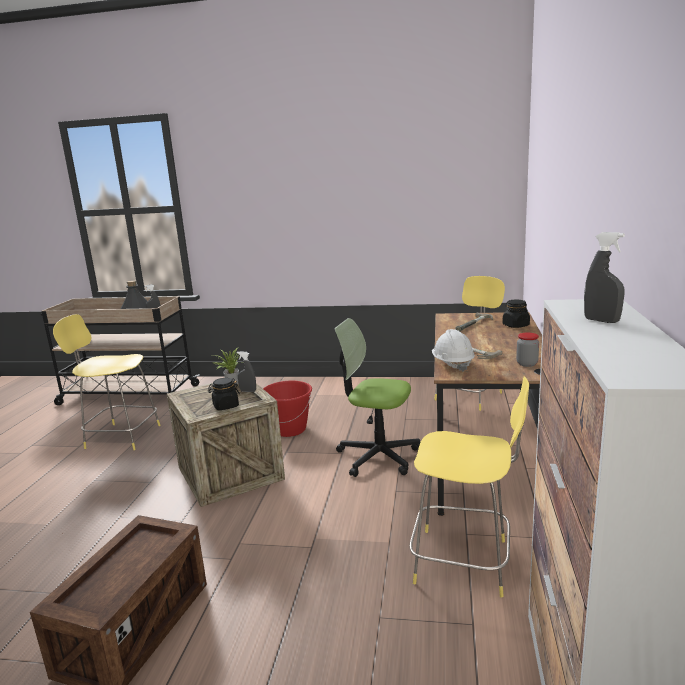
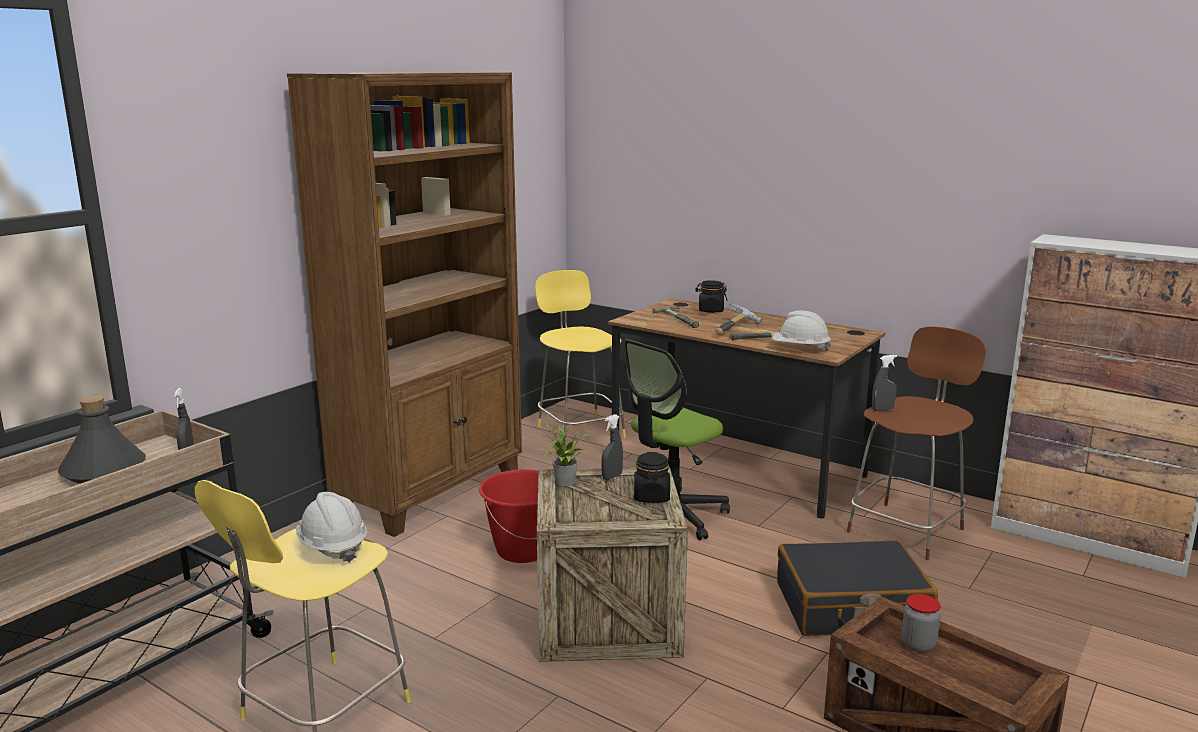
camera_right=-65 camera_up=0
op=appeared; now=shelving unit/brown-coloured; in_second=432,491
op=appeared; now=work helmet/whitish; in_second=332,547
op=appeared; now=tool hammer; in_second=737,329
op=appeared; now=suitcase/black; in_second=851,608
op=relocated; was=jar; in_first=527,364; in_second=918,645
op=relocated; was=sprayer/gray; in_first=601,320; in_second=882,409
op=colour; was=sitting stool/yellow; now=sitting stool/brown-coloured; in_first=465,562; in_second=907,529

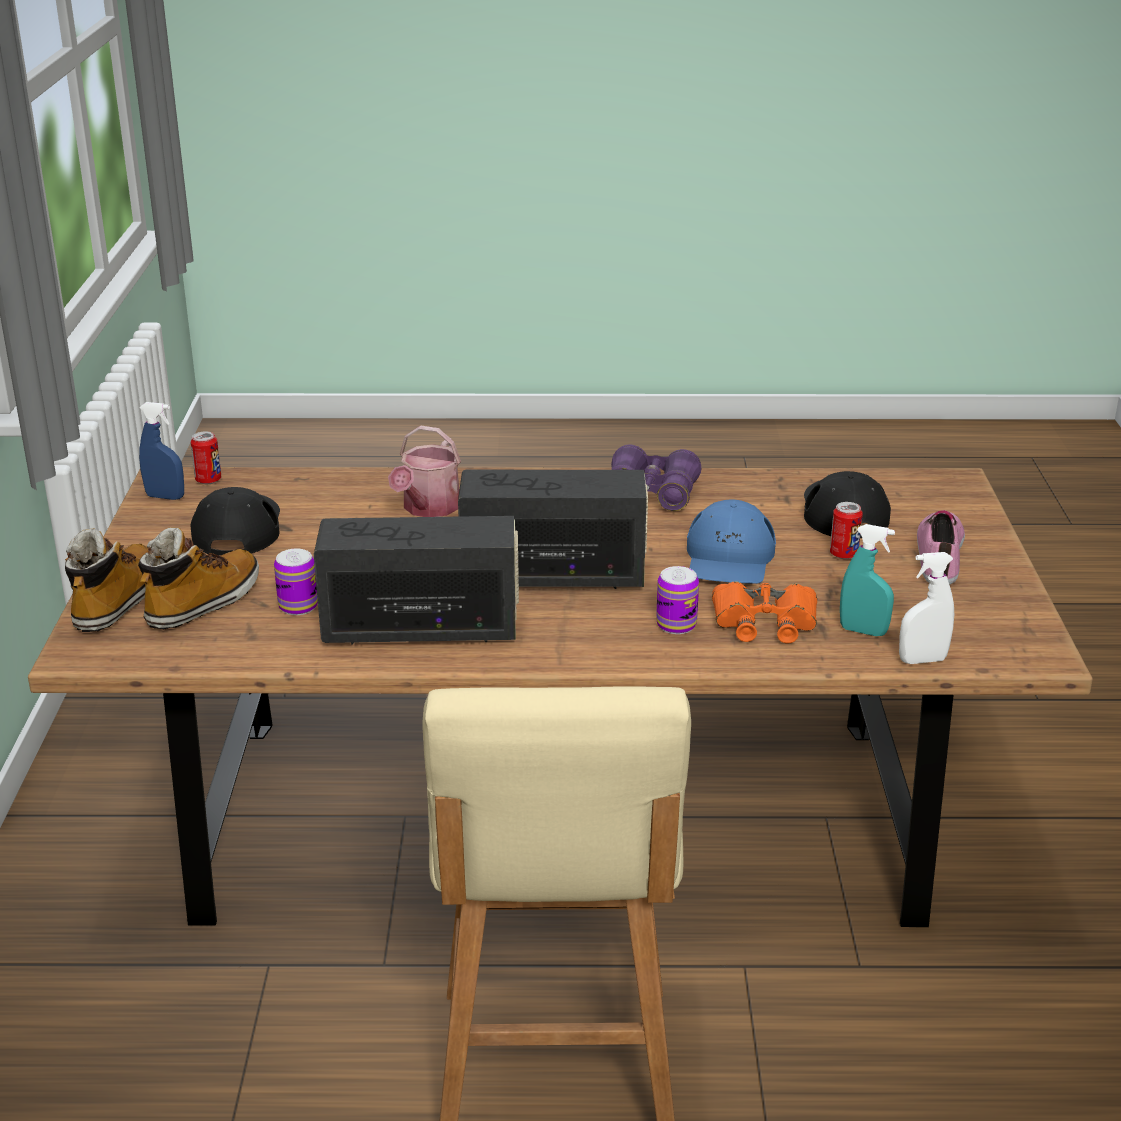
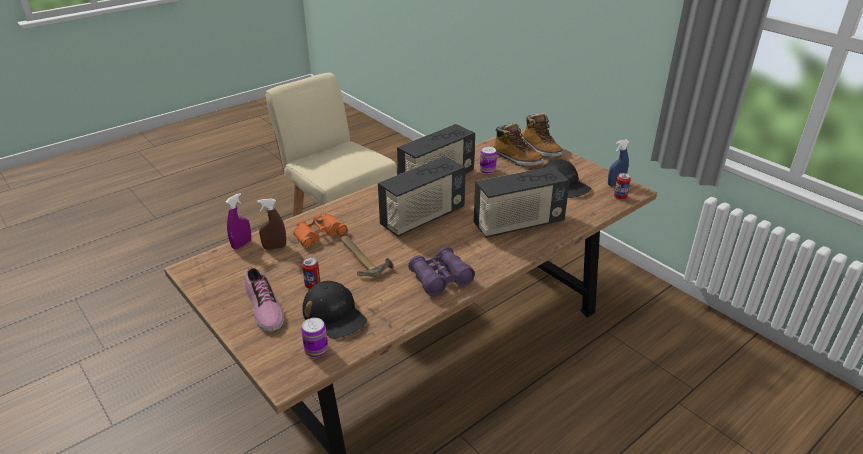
camera_right=140 camera_up=5
op=relocated; was=metal can; in_first=676,625; in_second=316,350
op=exchanged; was=watering pot; now=radio; in_first=428,508; in_second=518,224
op=exchanged; was=peaked cap/blue; now=tool hammer; in_first=729,558; in_second=363,258
op=colour; was=sprayer/blue-green; now=sprayer/brown-coloured; in_first=863,631; in_second=275,247
op=colour; was=sprayer/whitish; now=sprayer/purplish; in_first=922,660; in_second=242,244
op=spun; was=tall boot; in_first=203,603; in_second=516,159; clockwise=-45

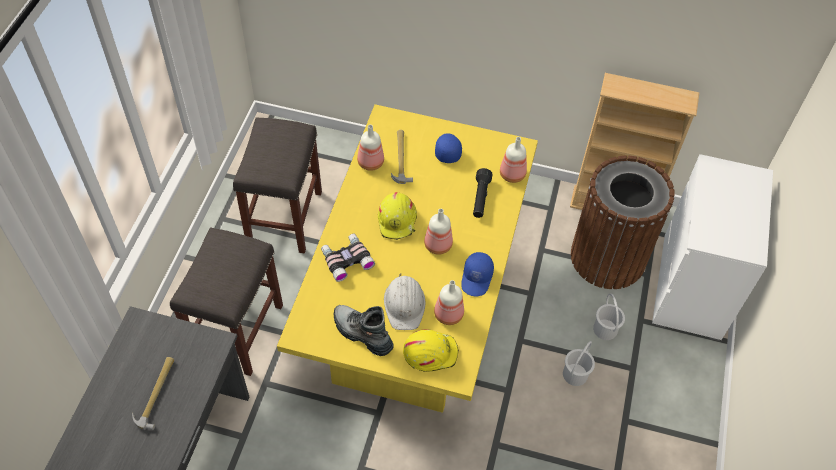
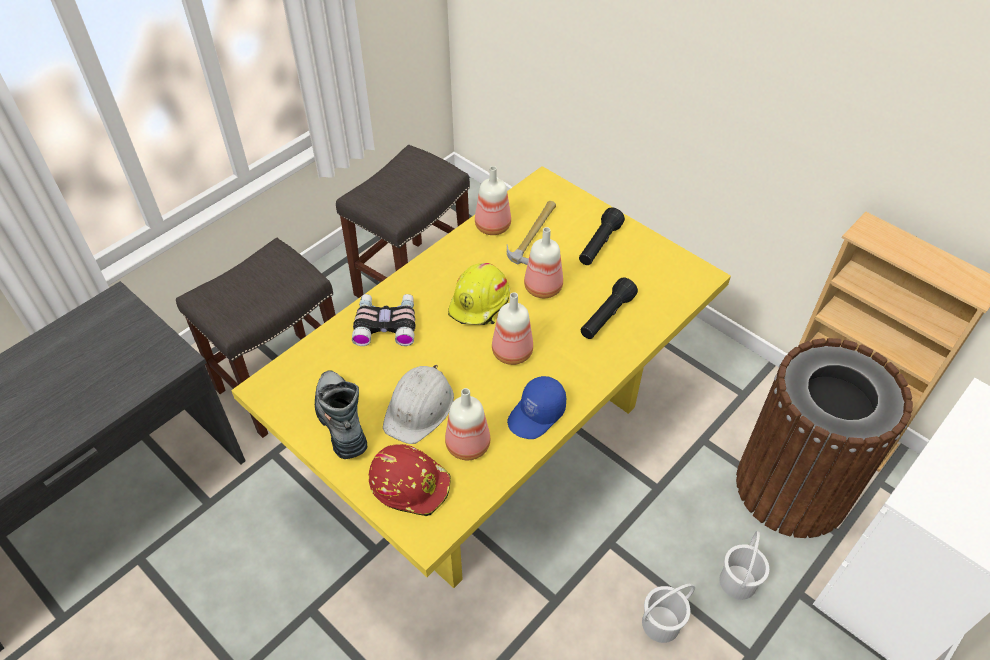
camera_right=30 camera_up=-5
op=missing; was=tool hammer; in_first=156,394
op=relocated; was=bottle; in_first=513,174; in_second=544,288
op=exchanged; was=peaked cap/blue; now=flashlight/black; in_first=447,150; in_second=599,245
op=colour; was=work helmet/yellow; now=work helmet/red; in_first=430,352; in_second=410,483

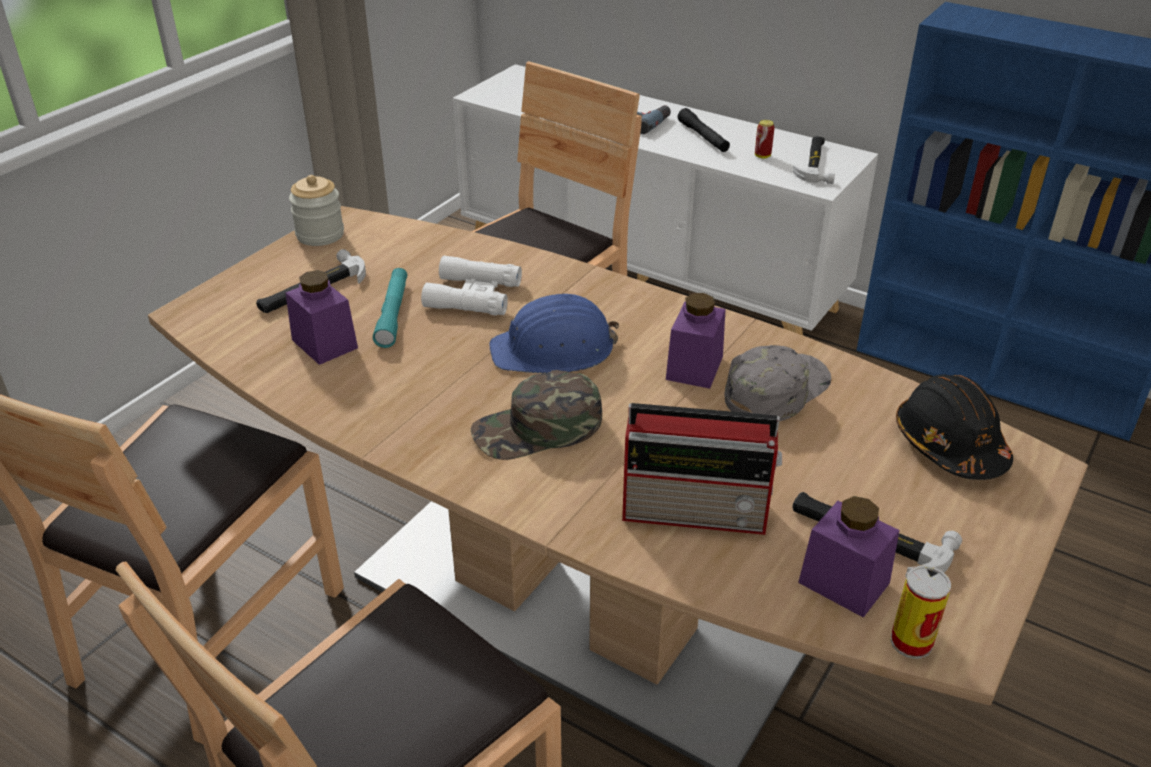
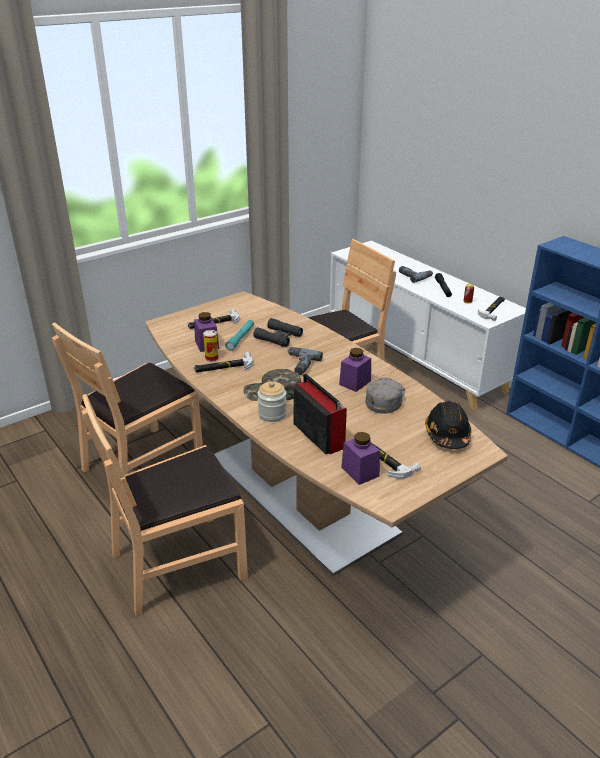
camera_right=20 camera_up=-5
op=appeared; now=tool hammer; in_second=224,367
op=relocated; was=jar; in_first=320,235; in_second=272,414
op=relocated; was=metal can; in_first=911,642; in_second=211,358
op=exchanged; was=work helmet/blue; now=power drill; in_first=554,349; in_second=299,364
op=colour; was=field glasses/whitish; now=field glasses/black; in_first=473,295; in_second=278,337
op=spun; was=radio; in_first=698,512; in_second=318,434; clockwise=-150
op=spun; was=peaked cap/gray; in_first=775,389; in_second=385,398; clockwise=-45

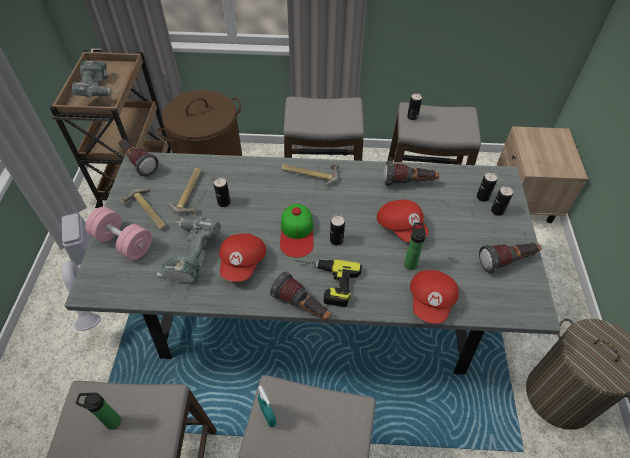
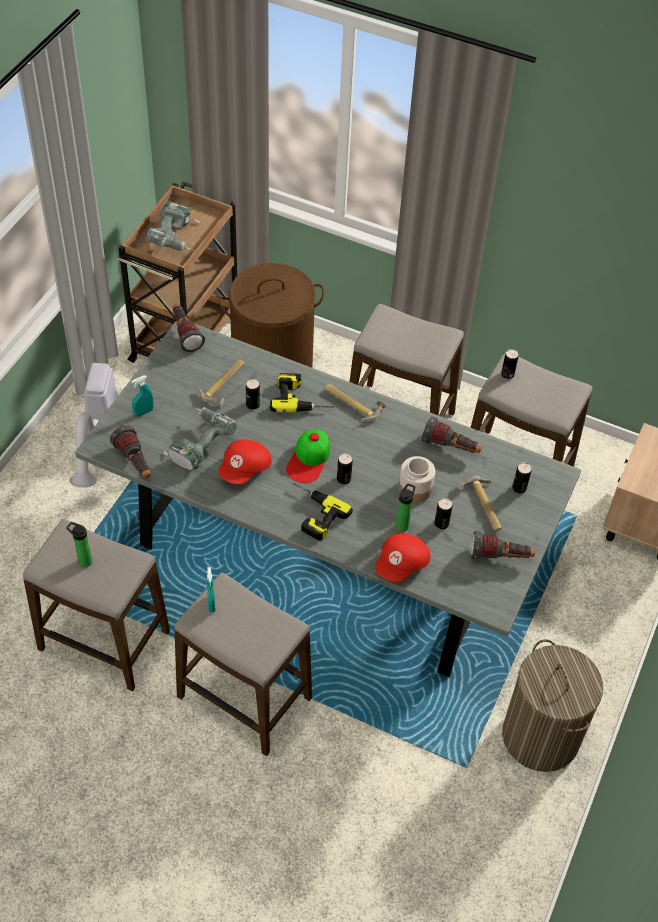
camera_right=20 camera_up=0
op=appeared; now=power drill; in_second=302,398
op=relocated; was=tool hammer; in_first=146,213; in_second=482,506
op=relocated; was=flashlight; in_first=302,307; in_second=135,463
op=relocated; was=metal can; in_first=497,211; in_second=441,523
op=exchanged; was=dumbbell/pinkish; now=sprayer/blue-green; in_first=123,242; in_second=144,412
op=exchanged; was=peaked cap/red; now=jar; in_first=401,227; in_second=415,488

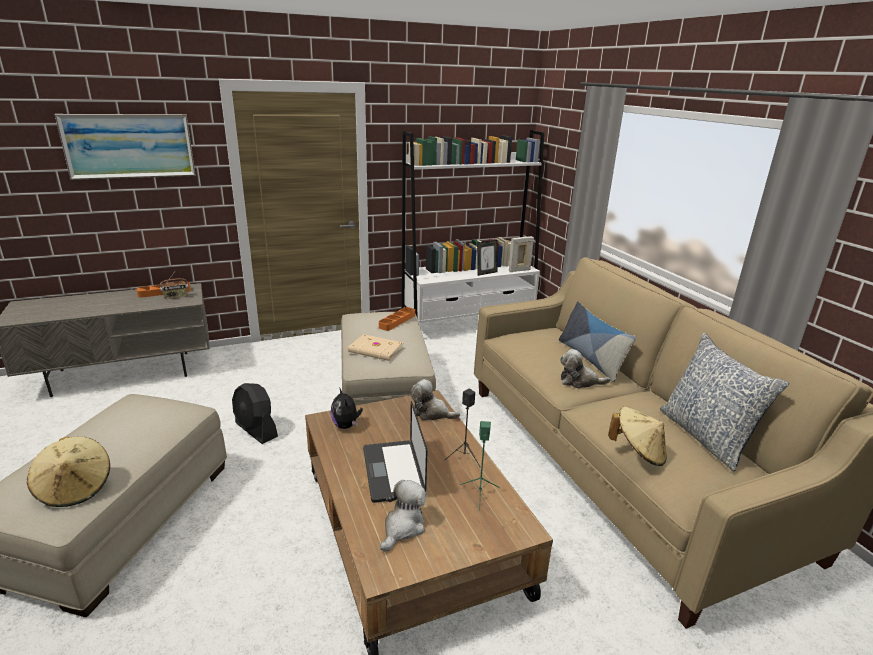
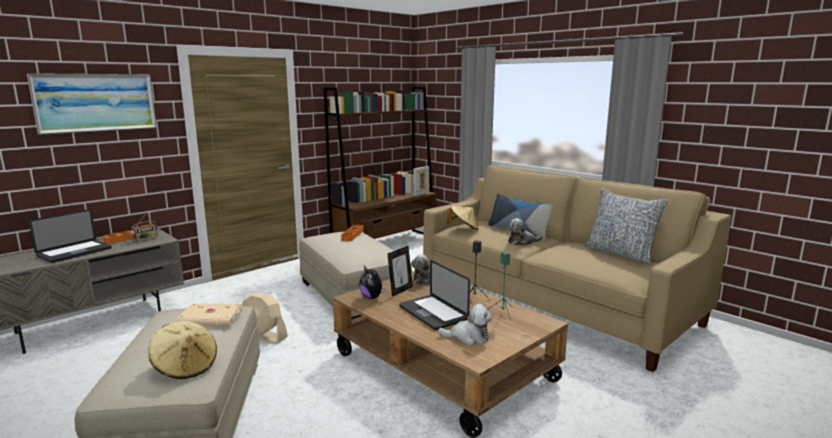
camera_right=-20 camera_up=-10
op=appeared; now=notebook computer; in_second=74,252
op=relocated; was=volume/beige; in_first=375,350; in_second=210,318
op=relocated; was=standing frame; in_first=486,273; in_second=400,290
op=relocated; was=wearable hat/beige; in_first=638,452; in_second=463,229
op=colour; was=electric fan/black; now=electric fan/beige; in_first=256,430; in_second=263,336
op=colour; was=shelving unit/whitish; now=shelving unit/brown-coloured; in_first=469,323; in_second=386,244
op=spun; was=soft toy; in_first=402,527; in_second=468,337; clockwise=90

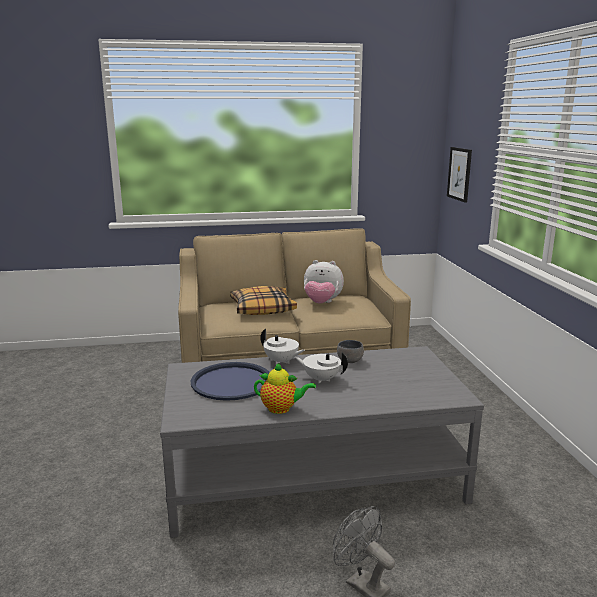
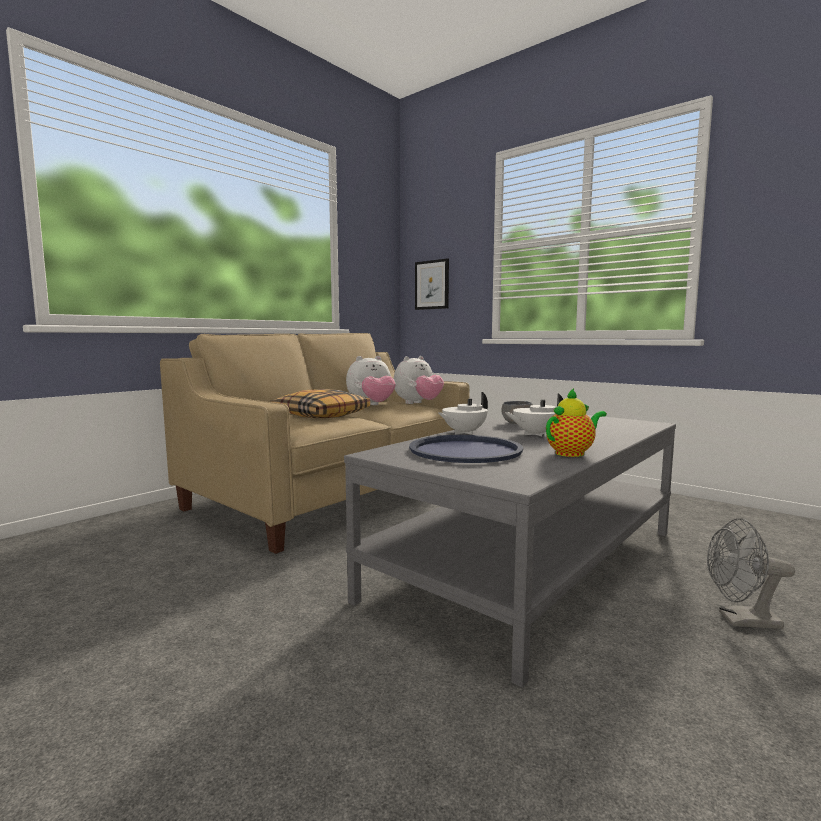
camera_right=-40 camera_up=-10
op=appeared; now=soft toy; in_second=418,404
op=spun; was=tea pot/whitish; in_first=281,361; in_second=463,433; clockwise=150

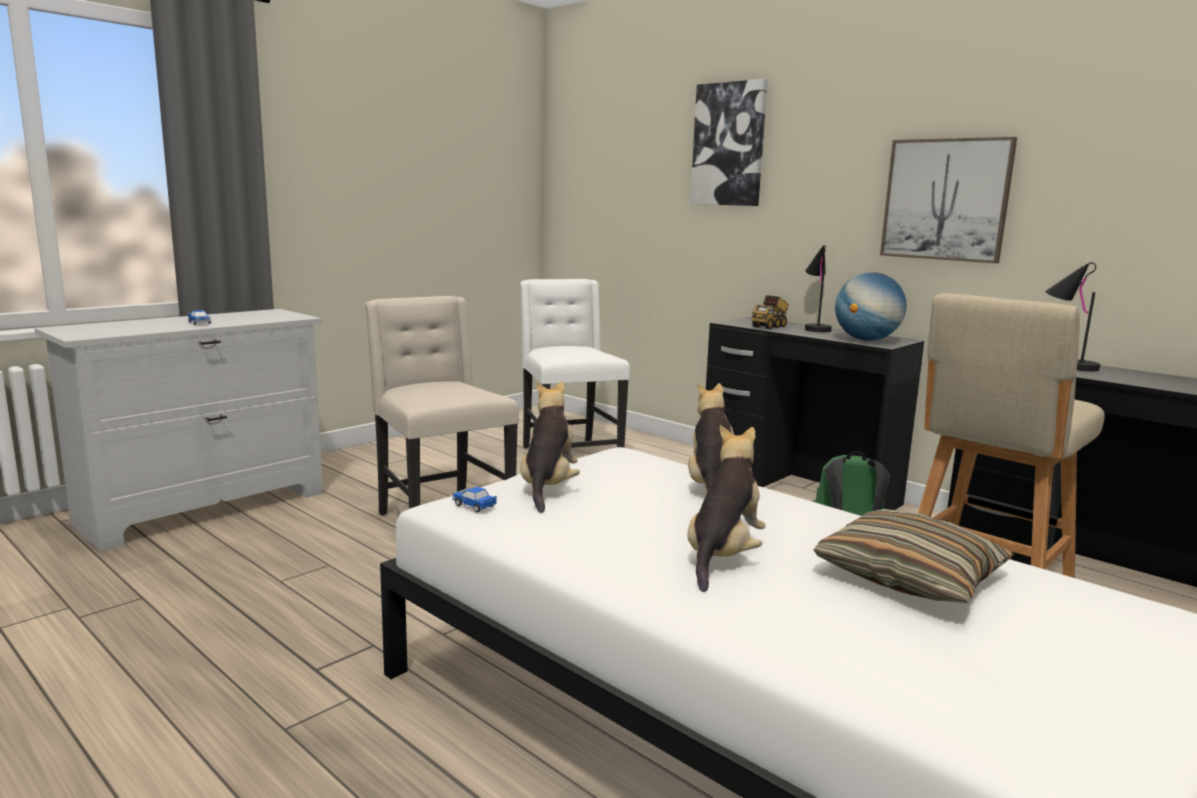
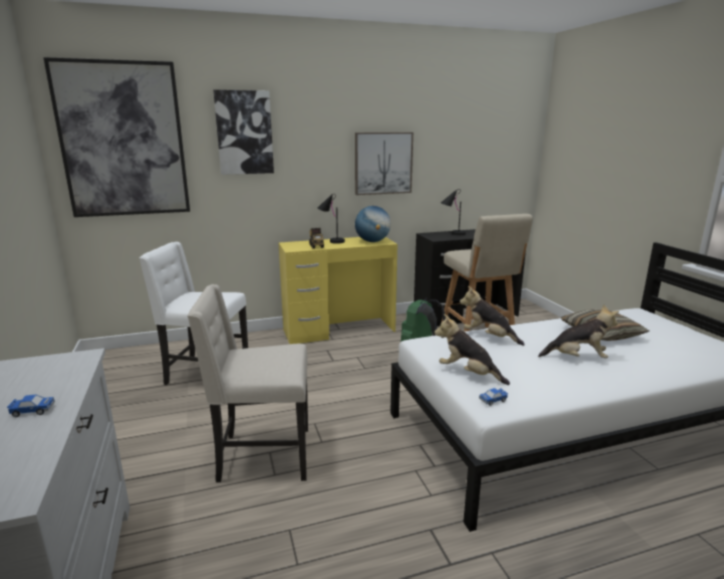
camera_right=-60 camera_up=5
op=appeared; now=wall picture; in_second=123,140
op=colour; was=desk/black; now=desk/yellow; in_first=798,488; in_second=339,330
op=spun; was=soft toy; in_first=723,555; in_second=577,358; clockwise=135

